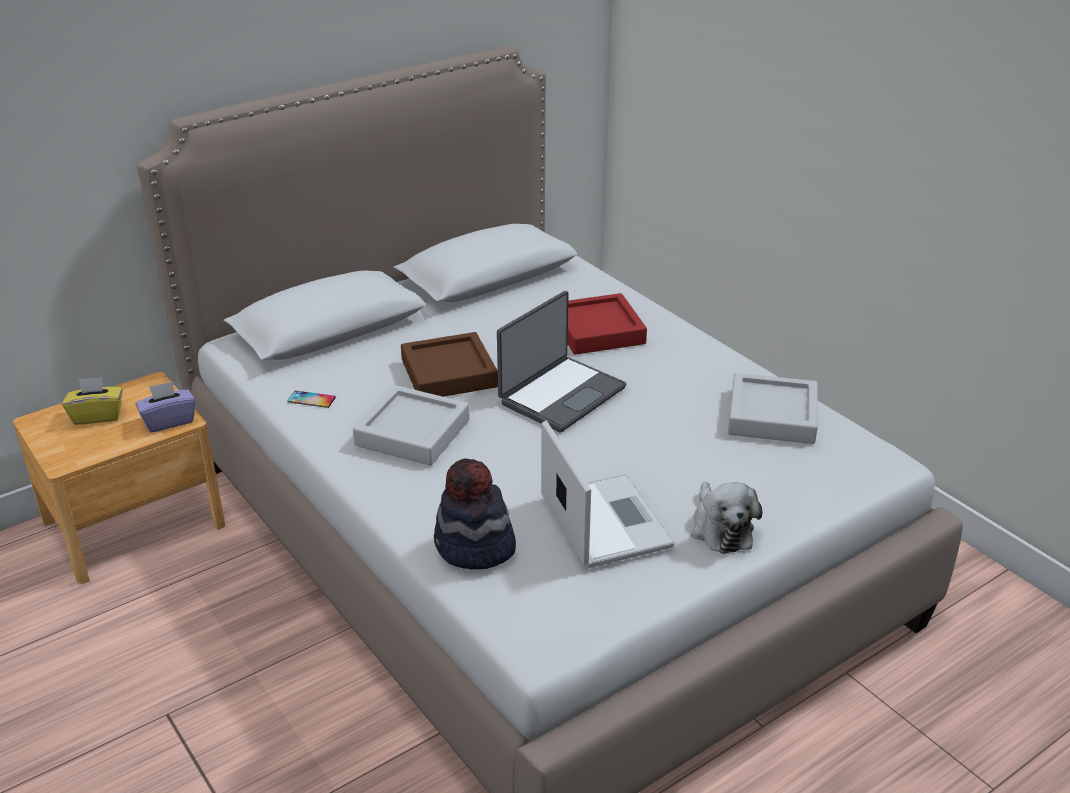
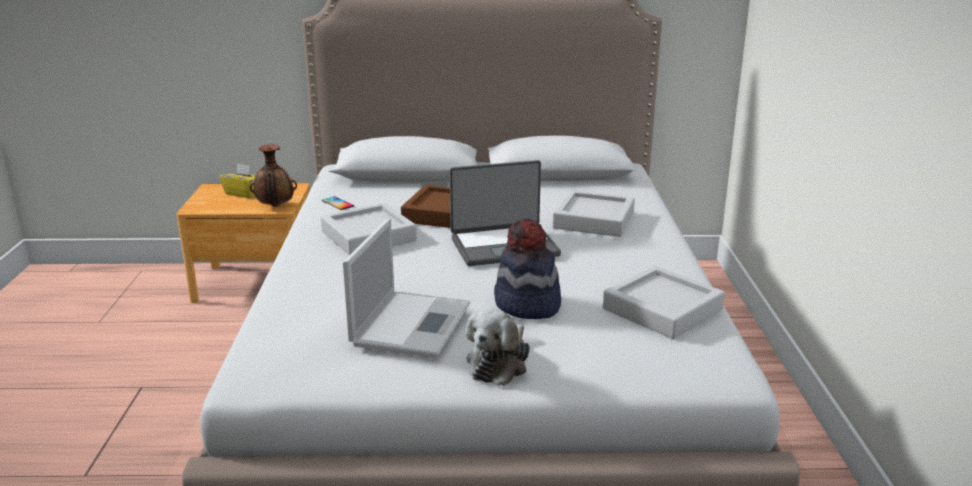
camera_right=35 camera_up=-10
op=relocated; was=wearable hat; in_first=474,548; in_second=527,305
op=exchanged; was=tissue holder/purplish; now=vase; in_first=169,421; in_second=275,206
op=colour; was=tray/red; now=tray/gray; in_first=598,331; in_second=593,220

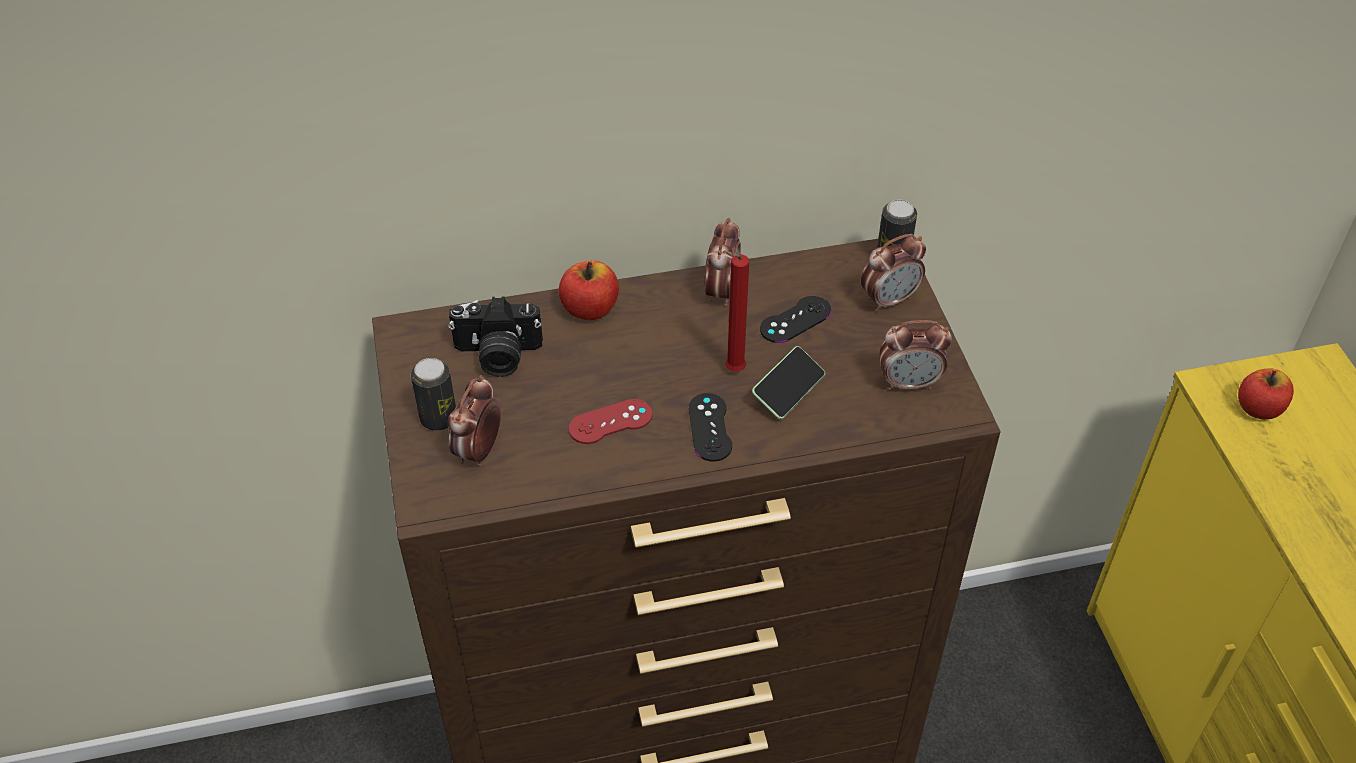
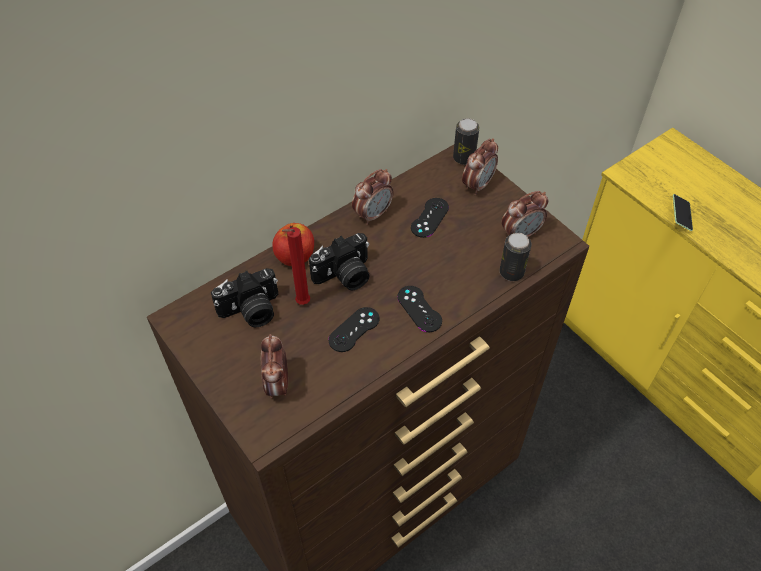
camera_right=-25 camera_up=5
op=missing; was=apple fruit; in_first=1259,408
op=appeared; now=still camera; in_second=344,276
op=relocated; was=metal can; in_first=438,418; in_second=511,272
op=relocated; was=candle/red; in_first=731,370; in_second=301,303
op=relocated; was=phone; in_first=788,390; in_second=680,216
op=colour; was=gamepad/red; now=gamepad/black; in_first=610,422; in_second=354,329
op=spun; was=bedside clock; in_first=721,291; in_second=373,214; clockwise=60

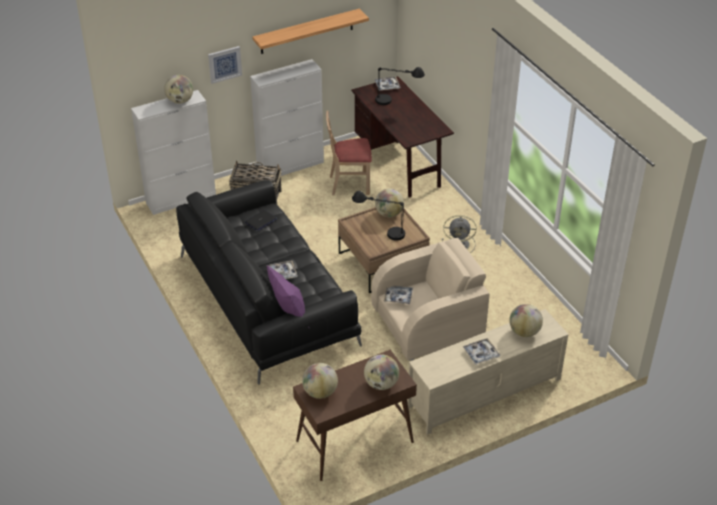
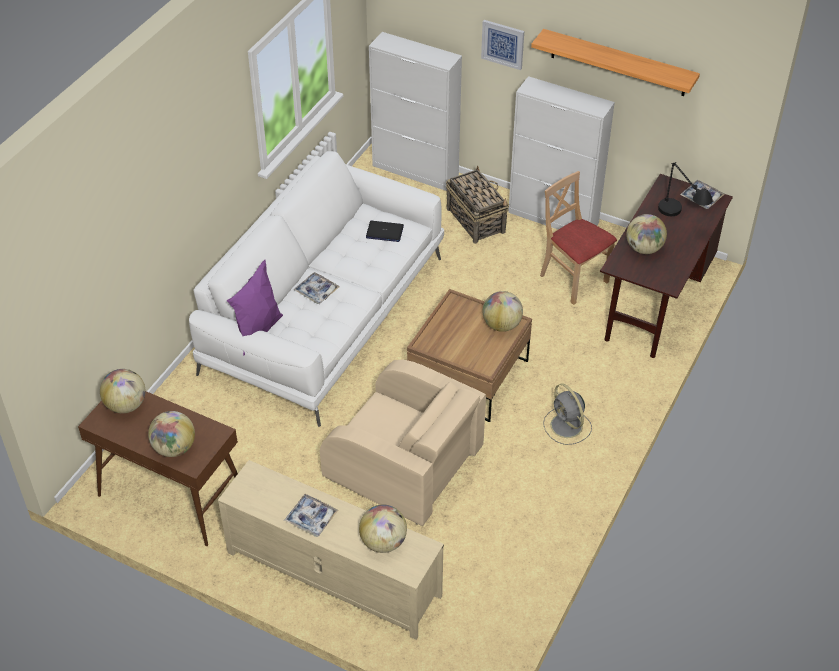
camera_right=55 camera_up=5
op=missing; was=table lamp/black; in_first=380,232
op=missing; was=tray; in_first=398,297
op=relocated; was=globe; in_first=180,101; in_second=644,248
op=colour; was=settee/black; now=settee/whitish; in_first=266,298; in_second=326,313

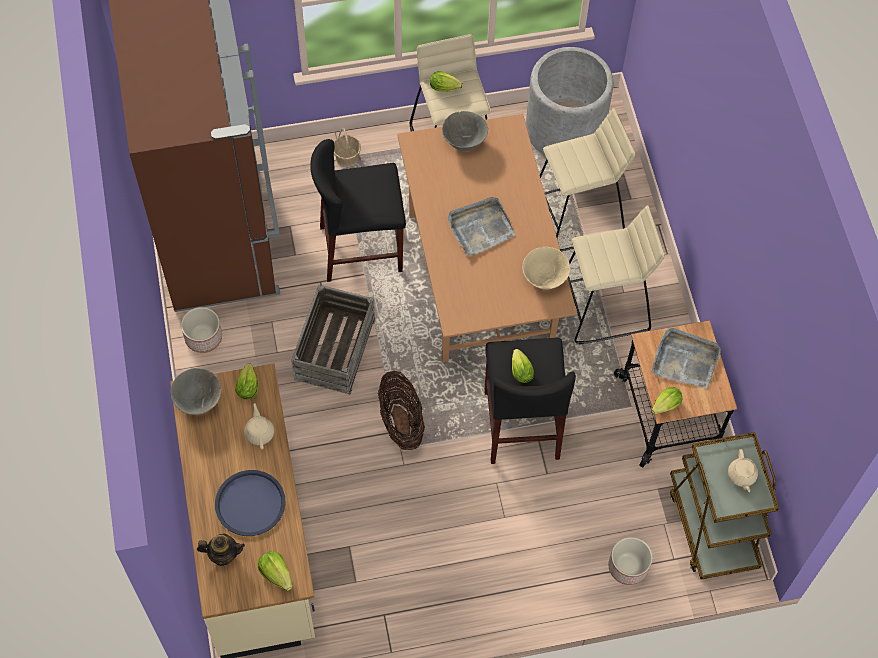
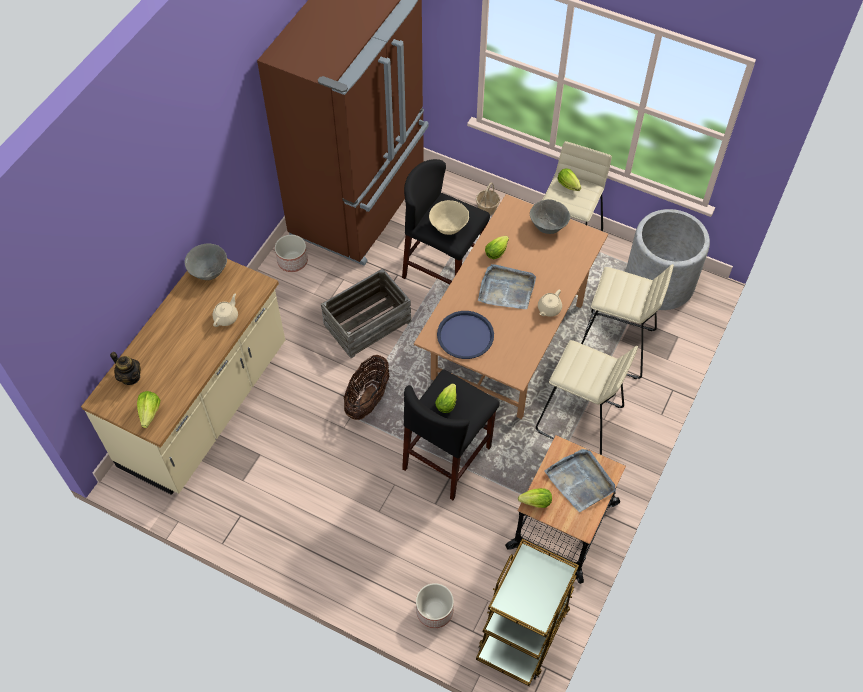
camera_right=40 camera_up=-5
op=relocated; was=tray/blue; in_first=250,503; in_second=465,335
op=relocated; was=lettuce head; in_first=248,385; in_second=497,251
op=relocated; was=deep dish/beige; in_first=544,278; in_second=448,227
op=relocated; was=tea pot/beige; in_first=741,476; in_second=548,309

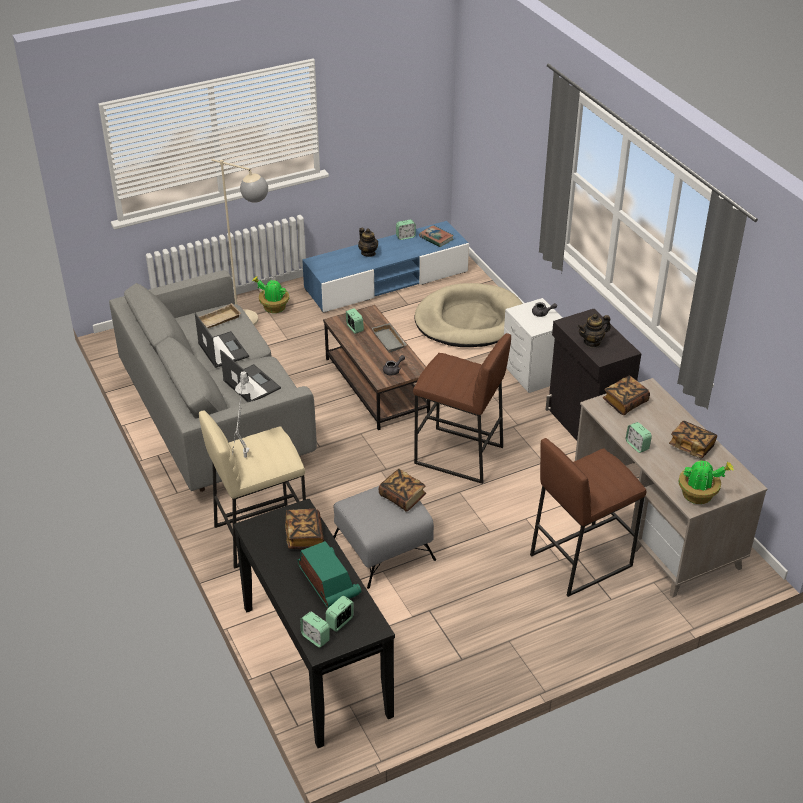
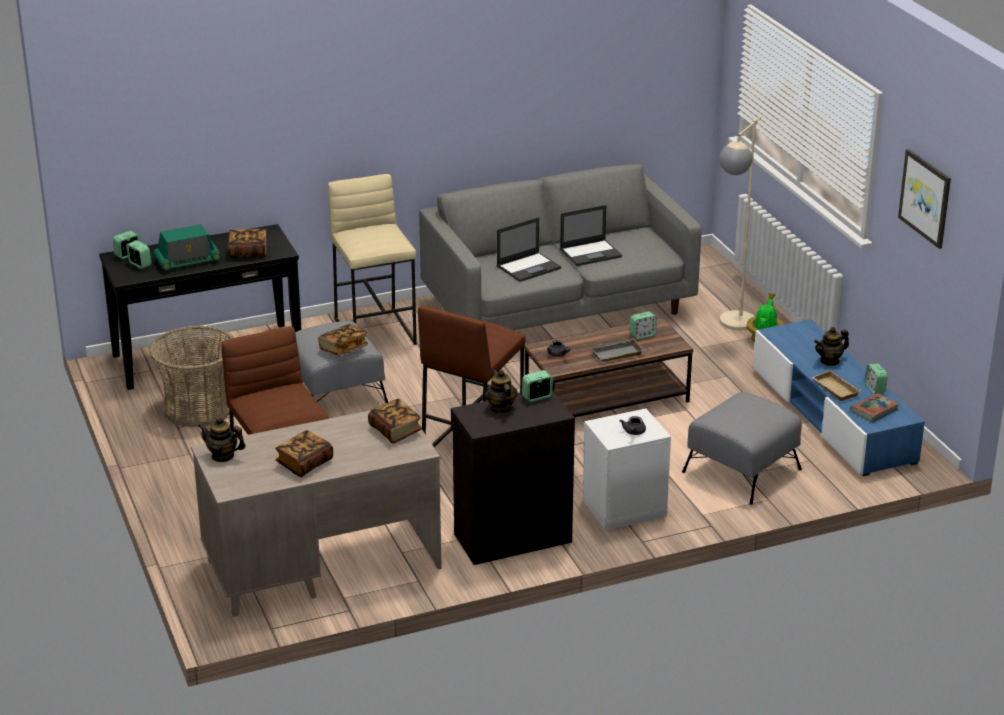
camera_right=95 camera_up=-10
op=missing; was=table lamp/gray; in_first=244,461
op=appeared; now=household basket; in_second=198,408
op=appeared; now=wall picture; in_second=926,198
op=relocated; was=tray/beige; in_first=219,320; in_second=833,389
op=relocated; was=bedside clock; in_first=637,445; in_second=537,397
op=exchanged; was=pet bed/beige; now=pouffe/gray; in_first=469,320; in_second=742,470
op=exchanged; was=potted plant; now=tea pot; in_first=698,495; in_second=223,456

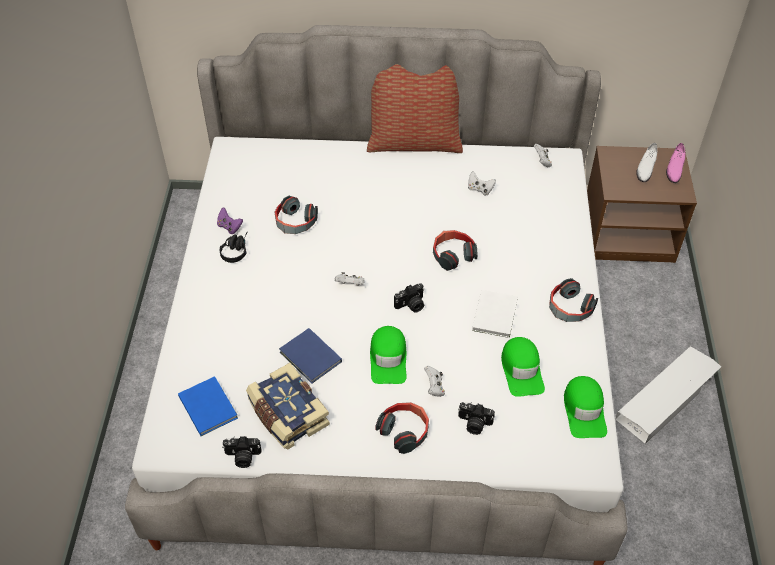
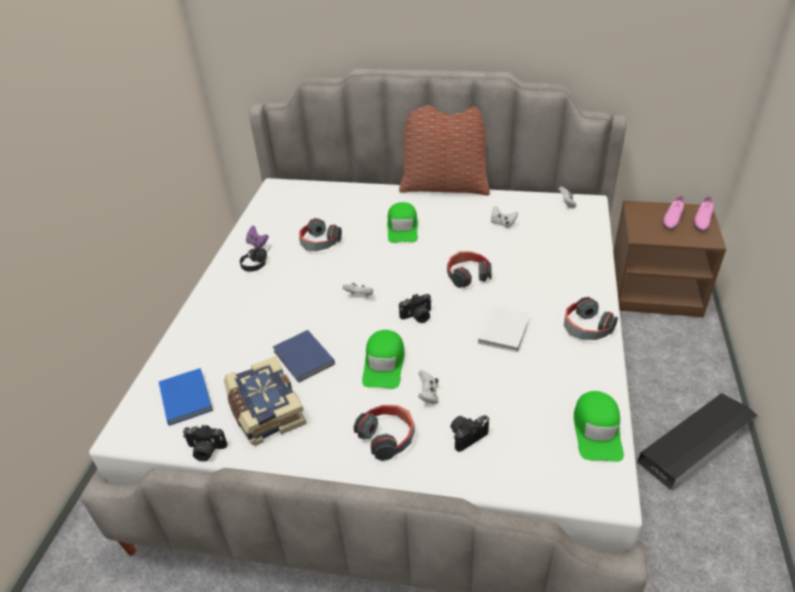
camera_right=10 camera_up=-10
op=relocated; was=peaked cap/green-coloured; in_first=522,370; in_second=402,228
op=colour; was=storage box/whitish; now=storage box/black; in_first=667,398; in_second=696,444
op=colour; was=shoe/whitish; now=shoe/pinkish; in_first=645,167; in_second=672,218
op=spun; was=still camera; in_first=474,424; in_second=467,435; clockwise=120

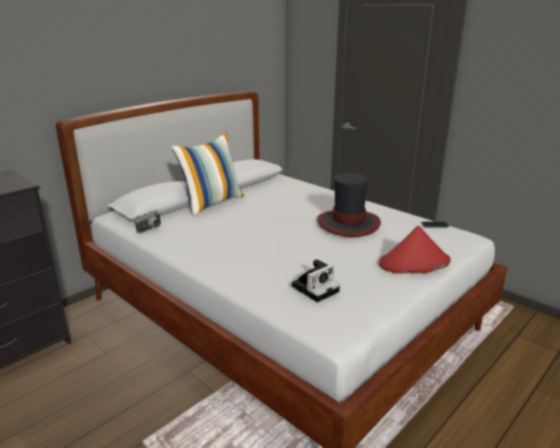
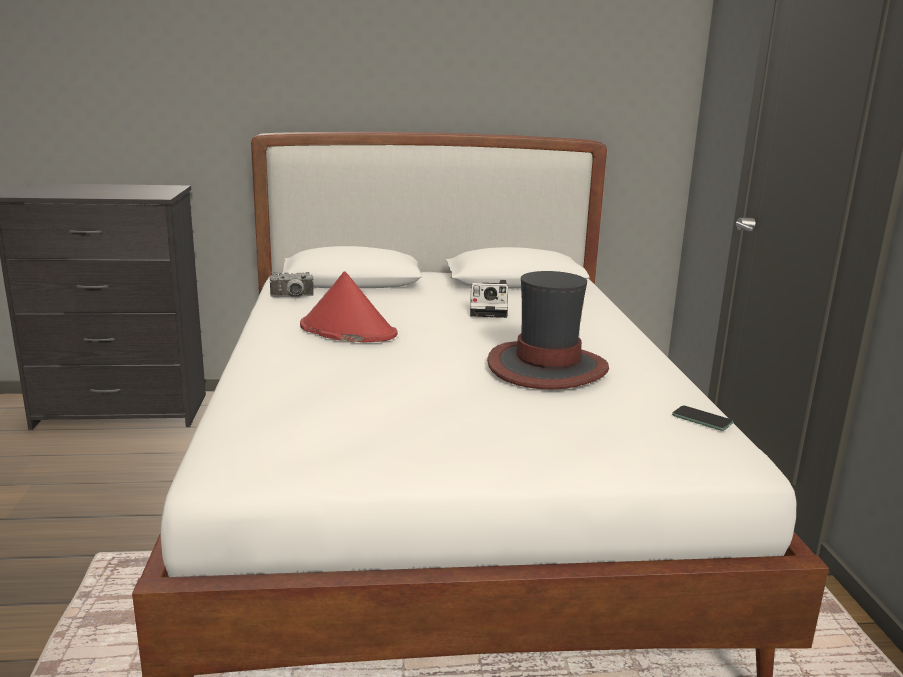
camera_right=40 camera_up=-5
op=missing; was=pillow; in_first=212,203
op=relocated; was=still camera; in_first=316,288; in_second=490,310
op=relocated; was=wearable hat/red; in_first=414,263; in_second=347,330

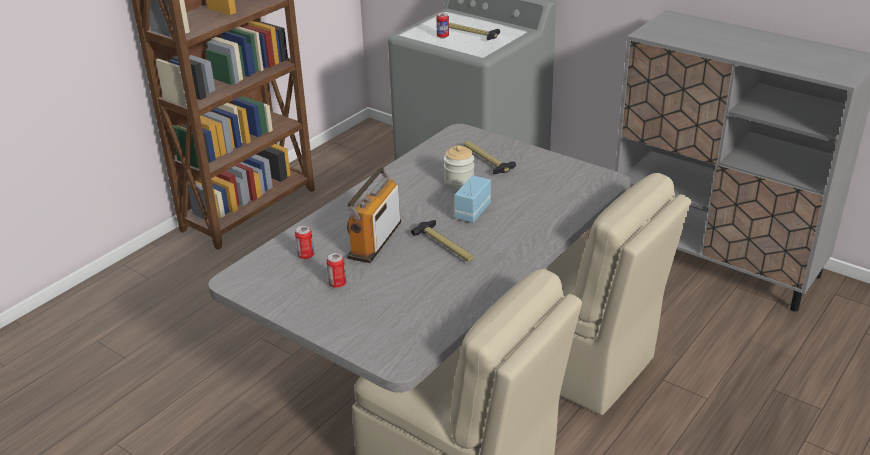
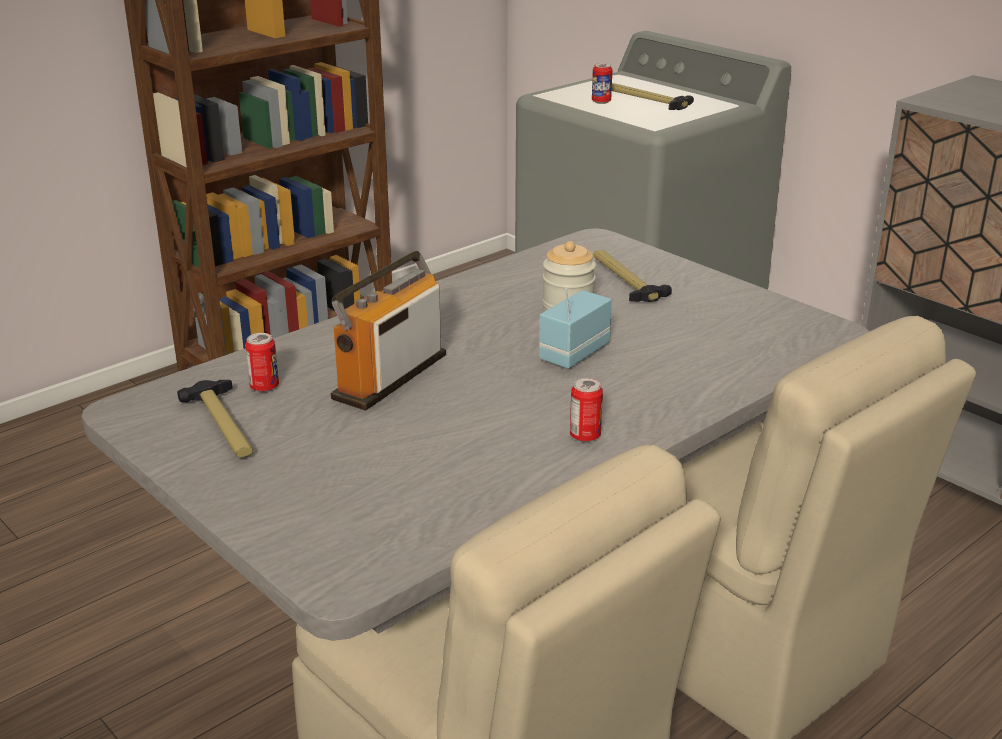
camera_right=10 camera_up=-5
op=relocated; was=metal can; in_first=337,284; in_second=585,436
op=relocated; was=tool hammer; in_first=445,246; in_second=224,426

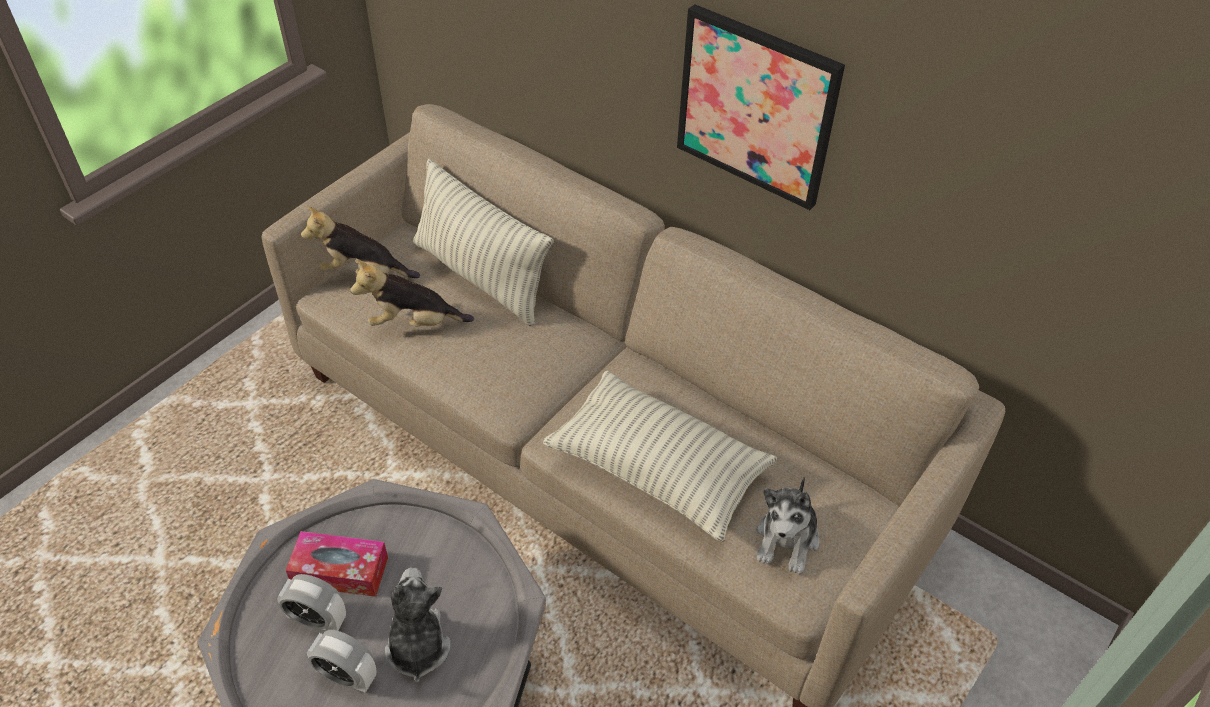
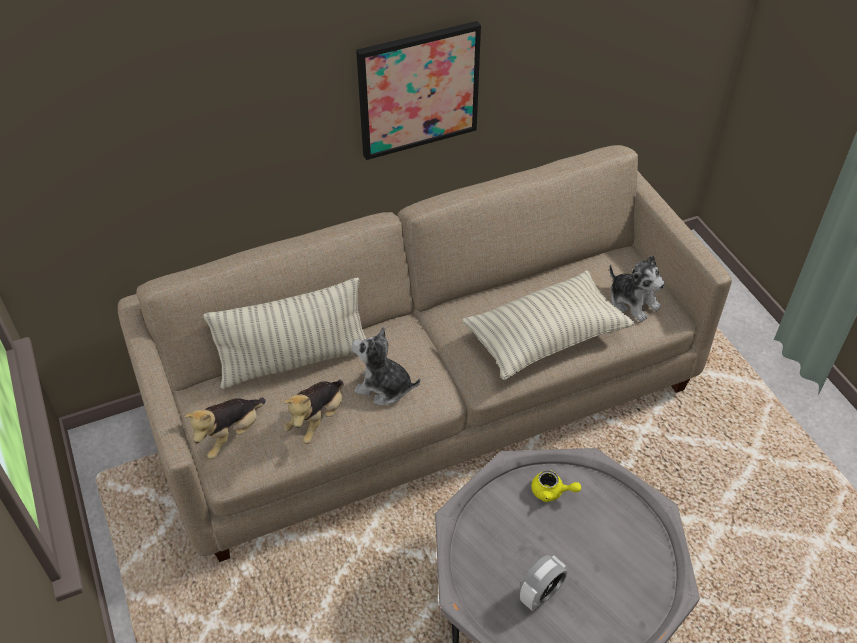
camera_right=-60 camera_up=0
op=missing; was=tissue holder; in_first=340,571
op=missing; was=bedside clock; in_first=347,676
op=appeared; now=tea pot/yellow; in_second=552,492
op=relocated; was=soft toy; in_first=417,646; in_second=384,387

